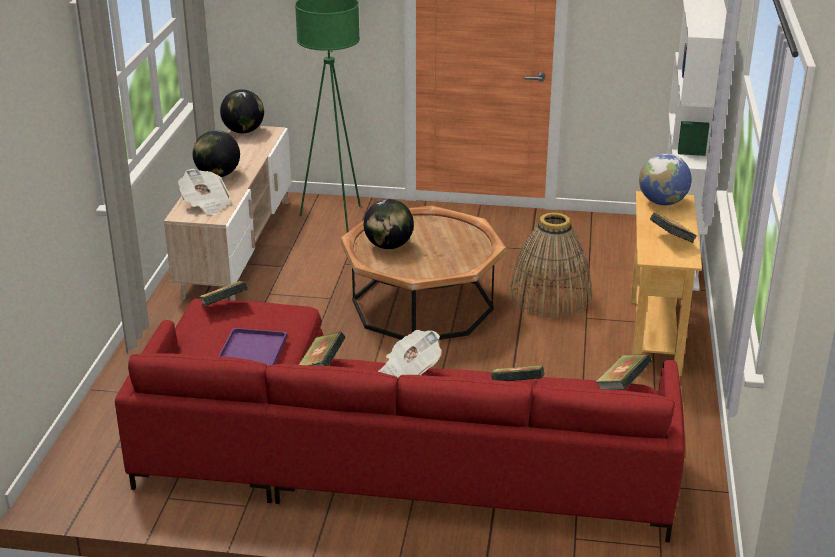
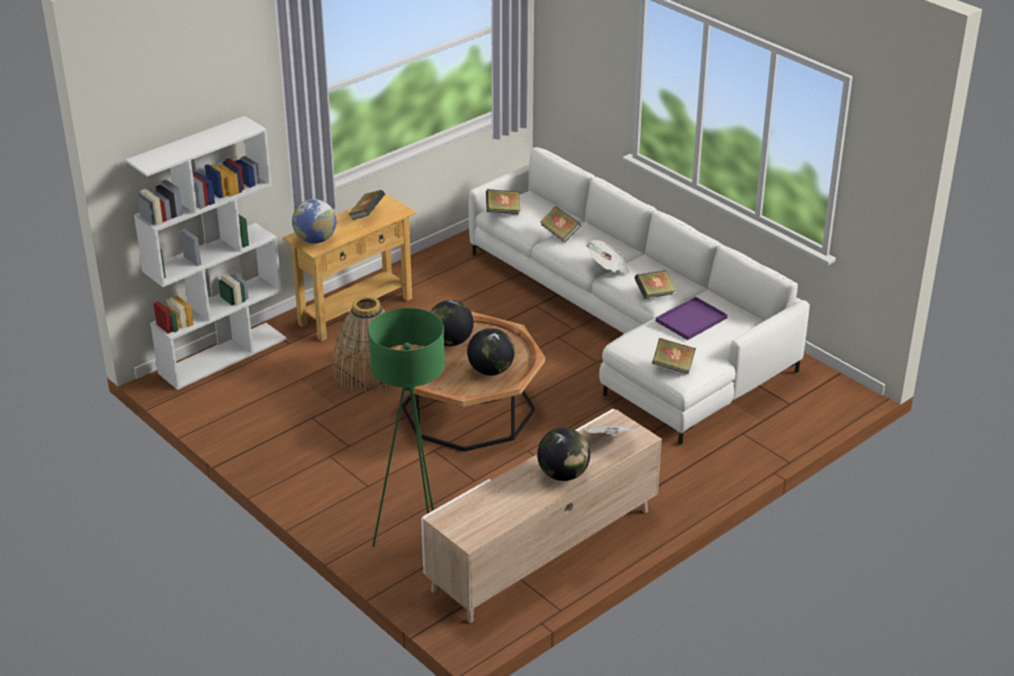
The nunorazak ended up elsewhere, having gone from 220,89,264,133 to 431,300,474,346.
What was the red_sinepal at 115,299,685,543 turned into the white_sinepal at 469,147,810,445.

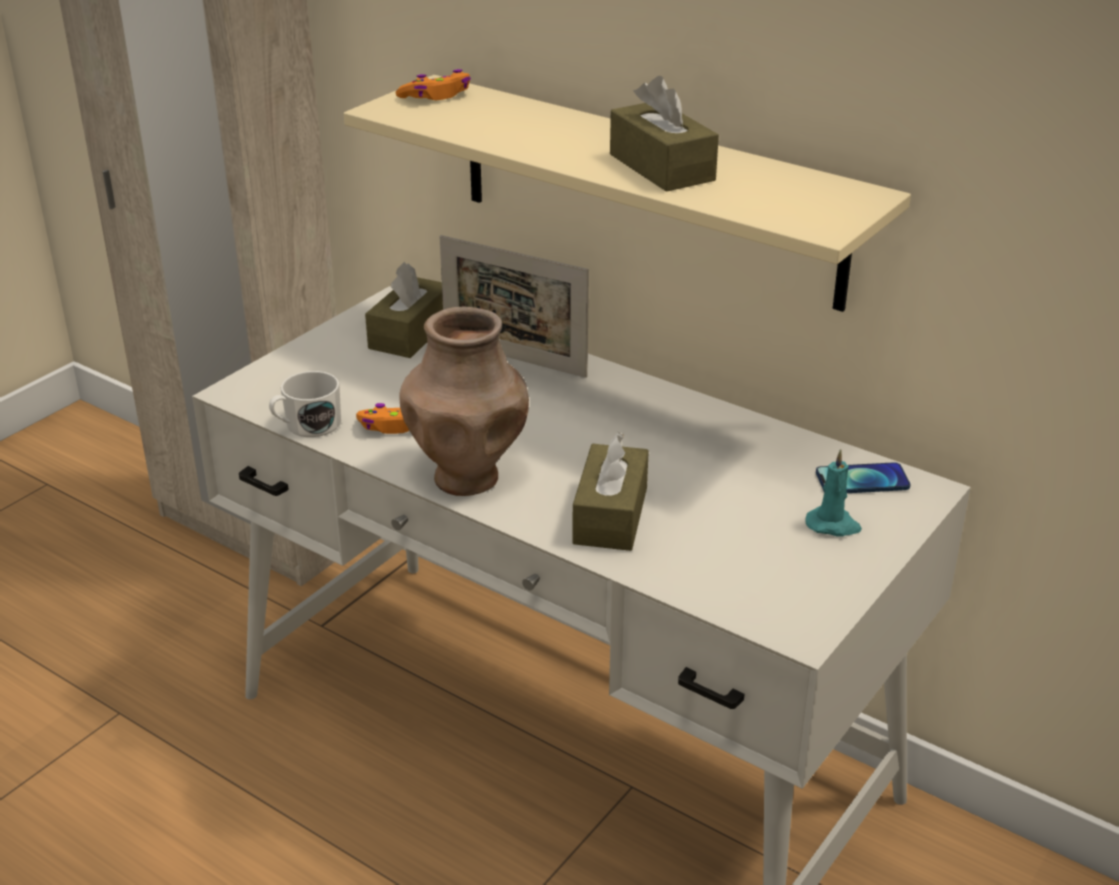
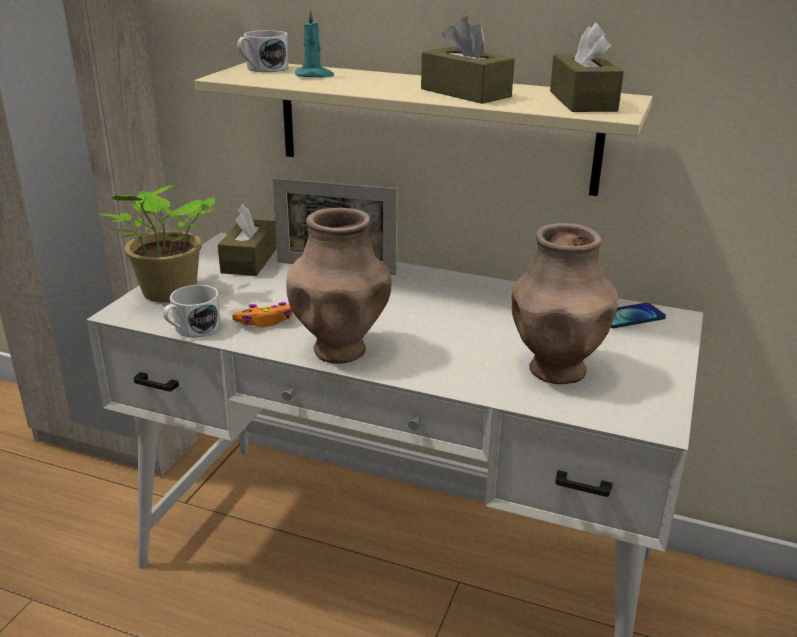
The second view gained the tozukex at 98,185,215,303.
The second view gained the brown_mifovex at 512,223,618,384.
The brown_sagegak ended up elsewhere, having gone from 572,432,649,551 to 550,23,624,112.
The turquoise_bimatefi ended up elsewhere, having gone from 805,449,862,537 to 295,9,334,78.
Where the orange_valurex stood at 395,69,471,100, the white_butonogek came to stand at 237,30,288,72.

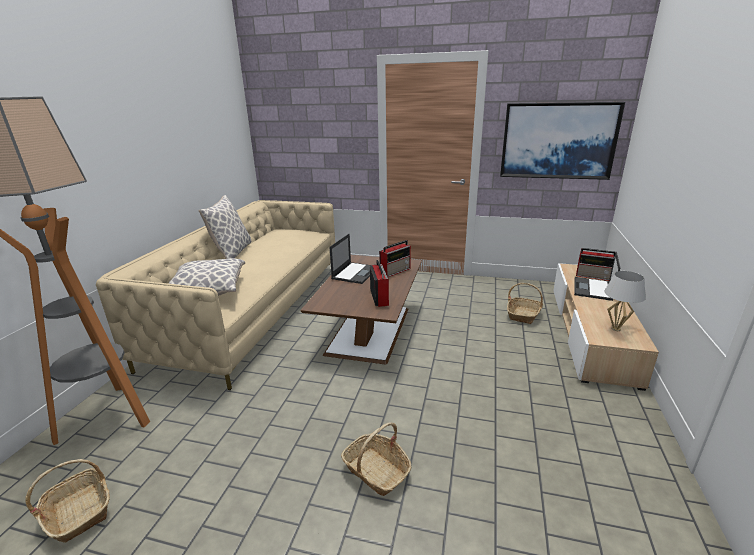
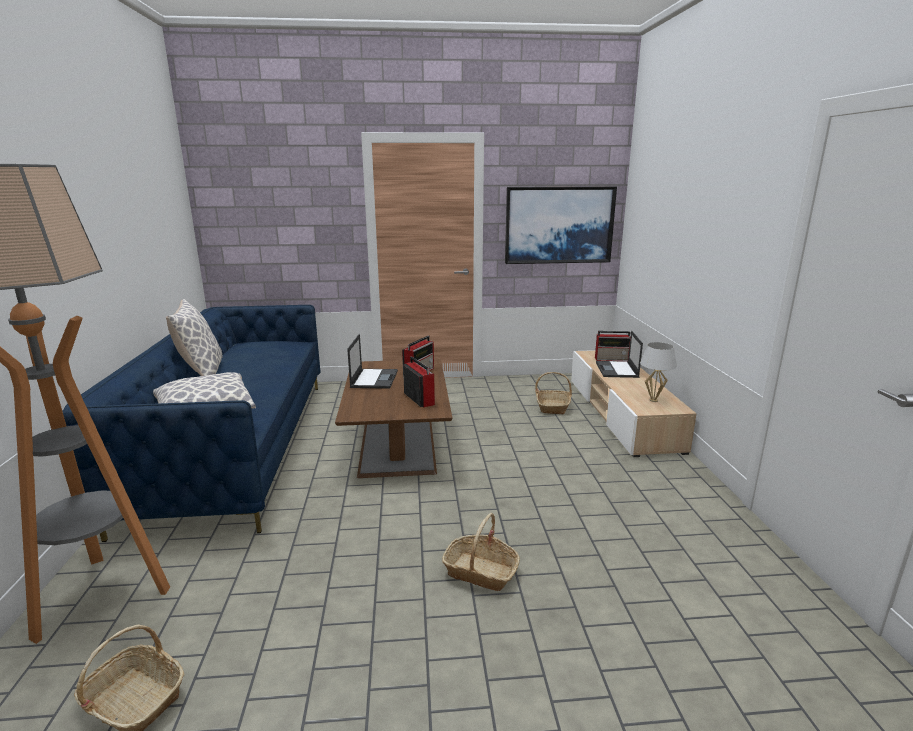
What was the beige_sinepal at 96,200,335,390 turned into the blue_sinepal at 62,305,321,542.

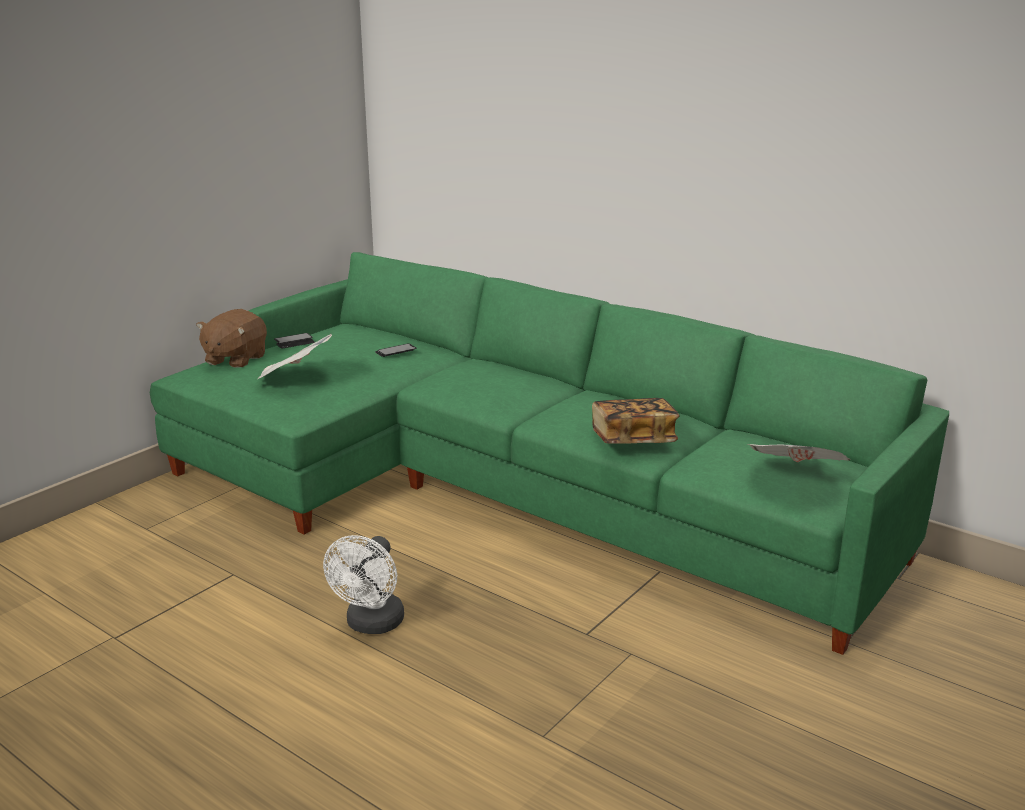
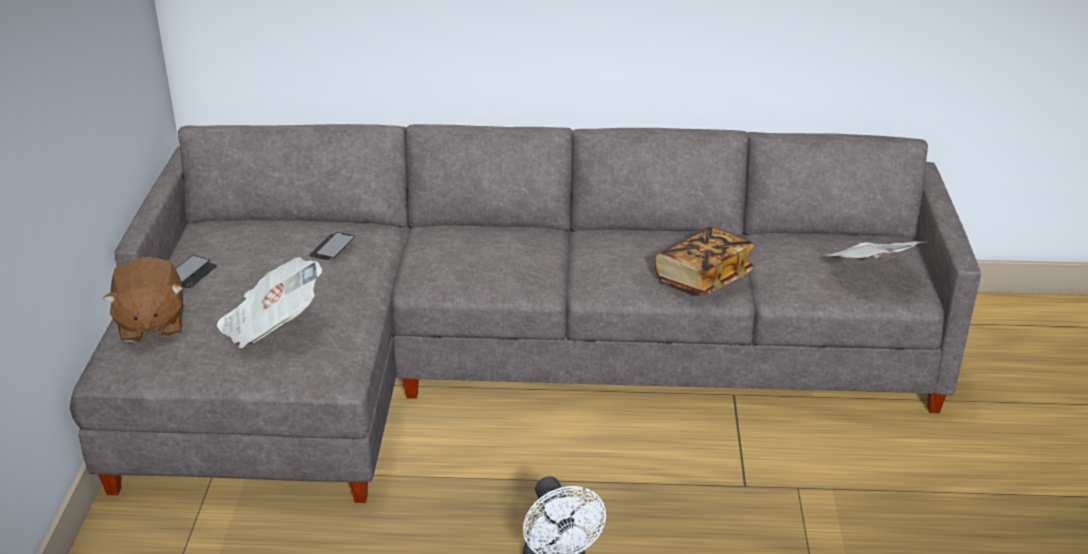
What was the green_sinepal at 150,252,949,655 turned into the grey_sinepal at 70,124,981,503.

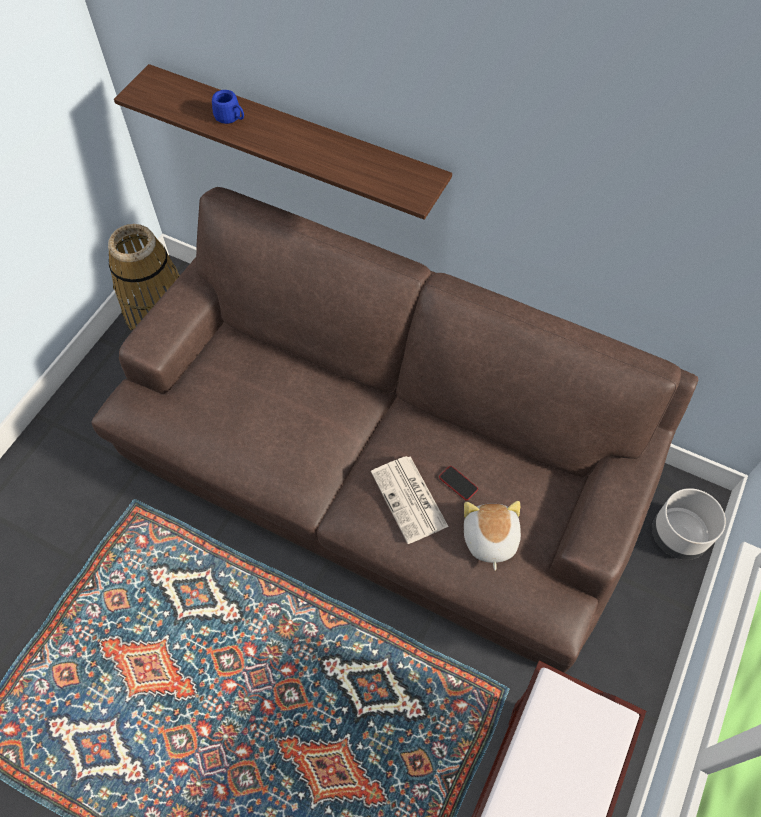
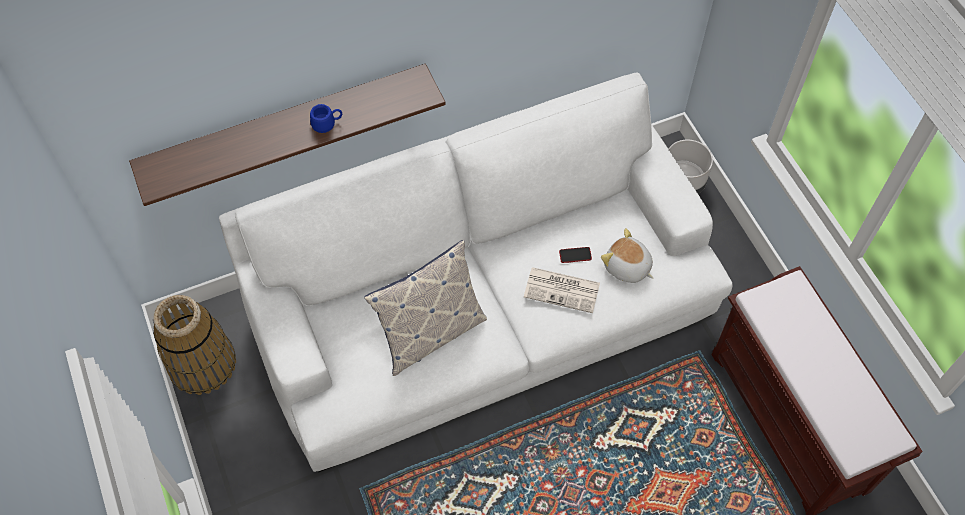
The second view gained the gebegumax at 364,240,487,376.
The blue_butonogek ended up elsewhere, having gone from 212,90,244,124 to 310,104,342,133.
What was the brown_sinepal at 91,187,698,673 turned into the white_sinepal at 219,72,732,473.

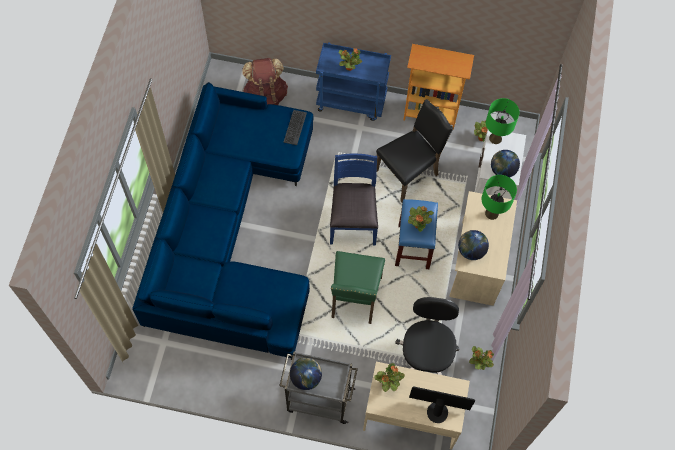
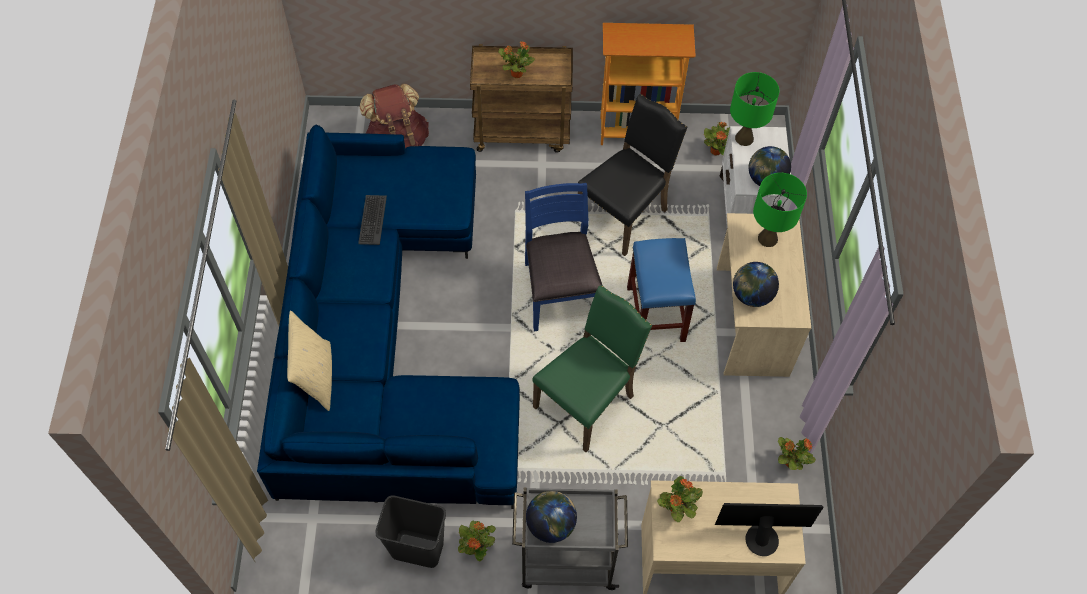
The second view lost the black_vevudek at 395,297,459,375.
The second view gained the beige_gebegumax at 287,310,332,411.
The second view gained the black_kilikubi at 375,495,446,568.
The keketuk ended up elsewhere, having gone from 283,110,307,145 to 358,195,387,245.
The tozukex ended up elsewhere, having gone from 408,206,434,232 to 458,520,496,561.
What was the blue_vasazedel at 316,42,391,121 turned into the brown_vasazedel at 470,44,573,153.
The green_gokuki at 331,251,385,324 ended up facing another way, 135 degrees counterclockwise from before.

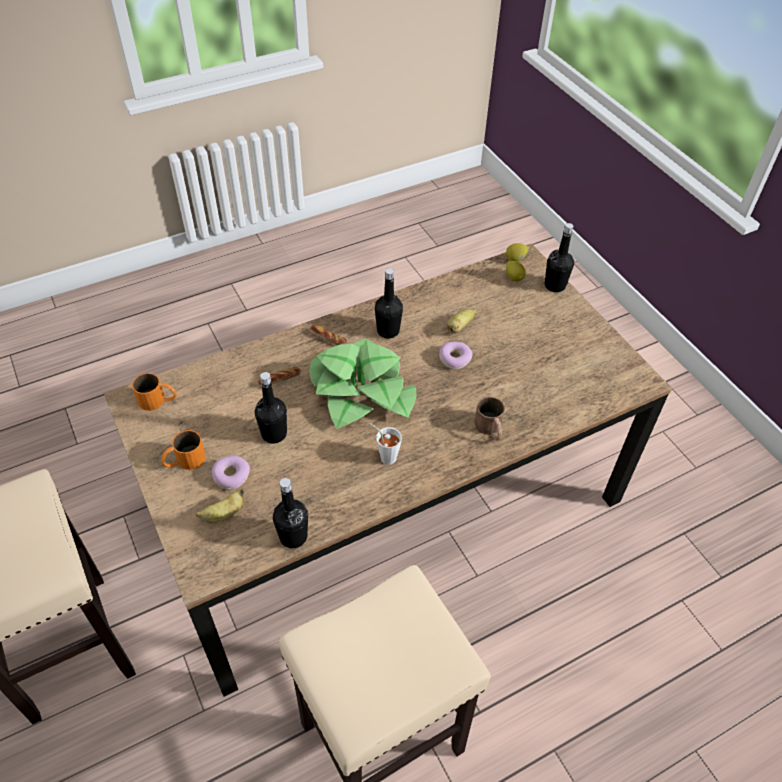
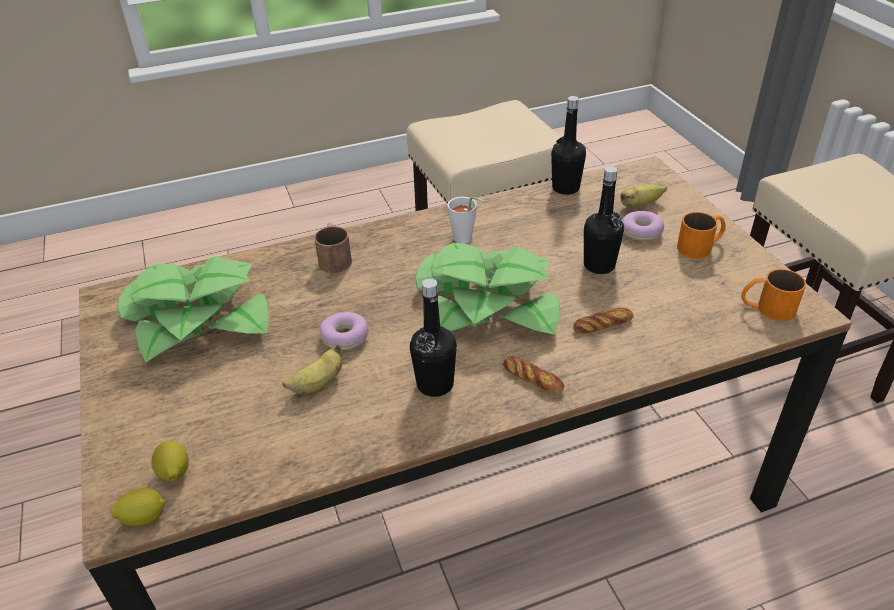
The second view lost the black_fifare at 545,223,574,292.
The second view gained the tozukex at 117,256,269,363.

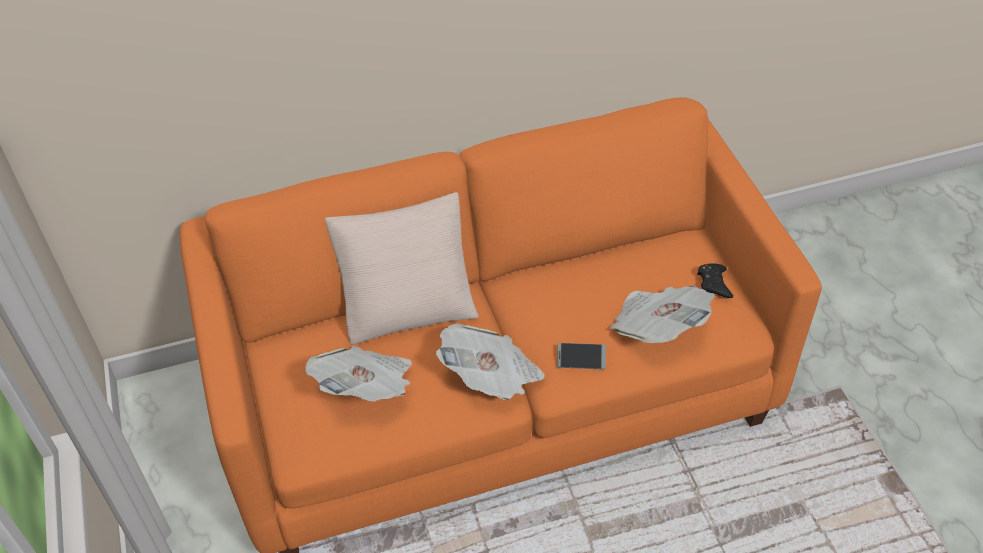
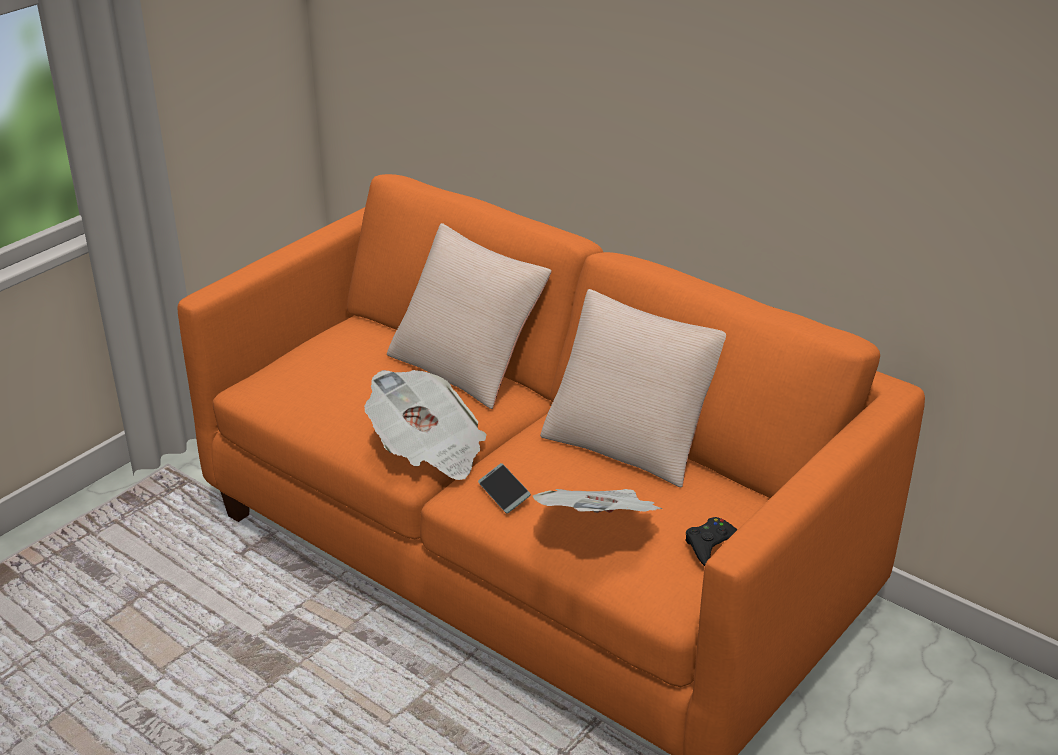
The second view lost the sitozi at 305,346,412,401.
The second view gained the beige_gebegumax at 540,289,726,488.

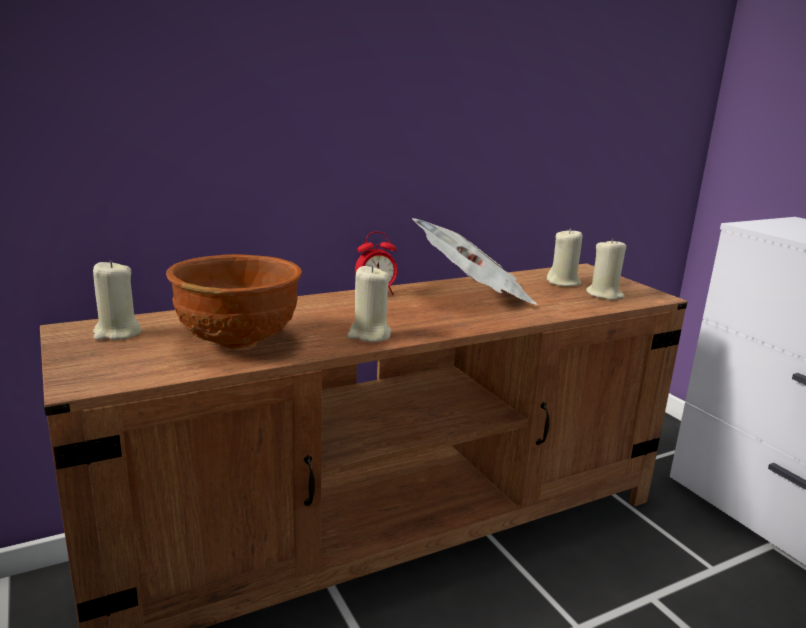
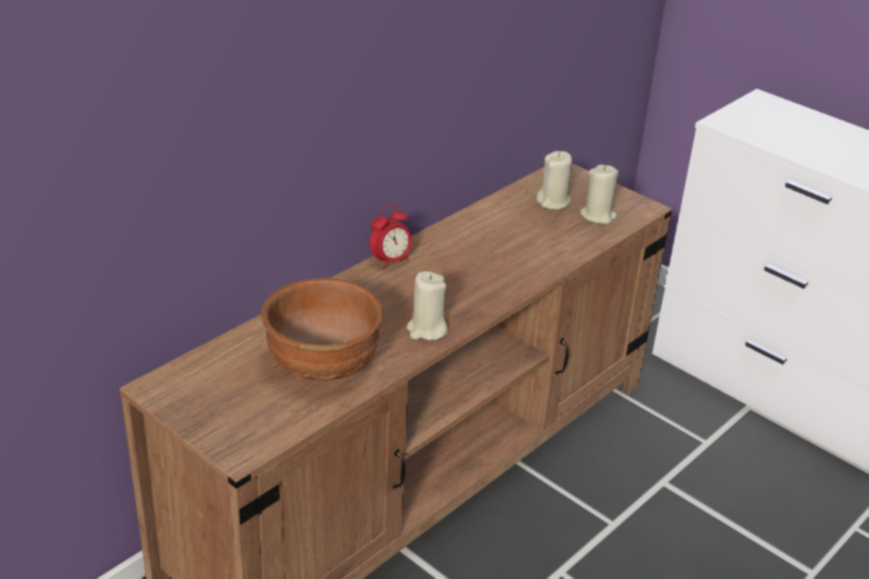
The second view lost the beige_bimatefi at 93,260,141,340.
The second view lost the sitozi at 412,218,539,305.

